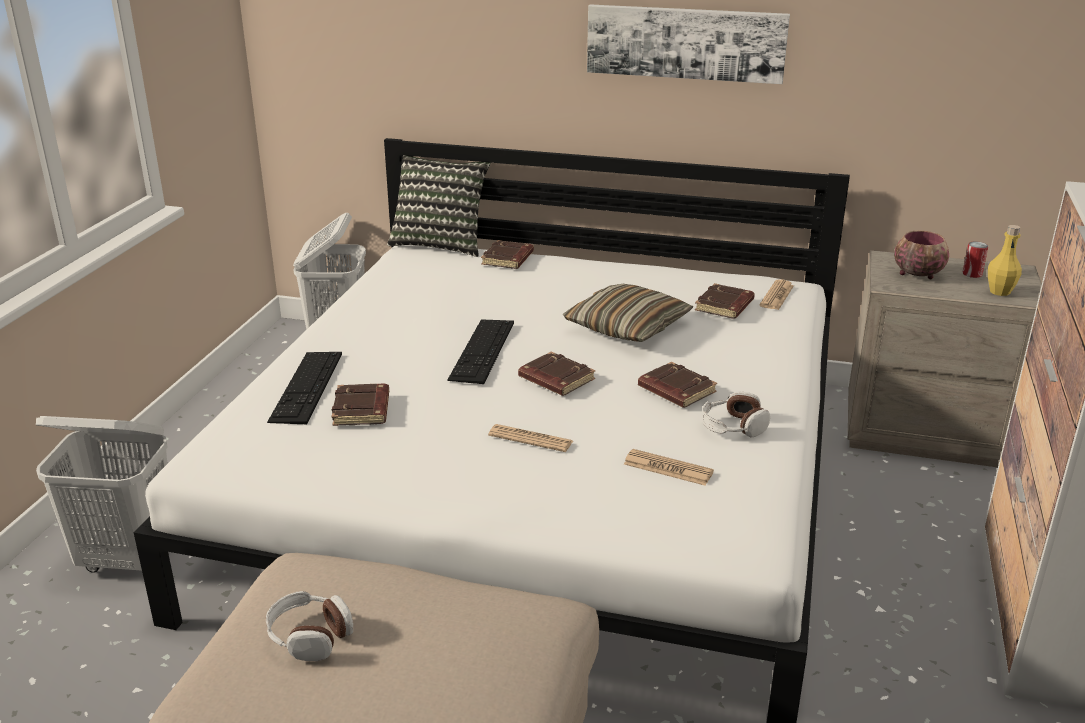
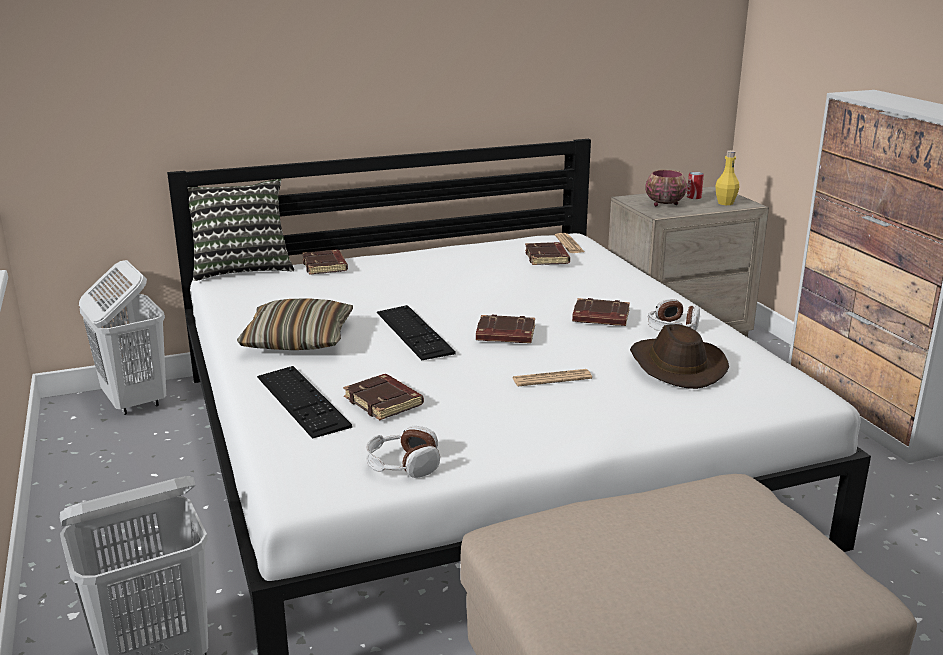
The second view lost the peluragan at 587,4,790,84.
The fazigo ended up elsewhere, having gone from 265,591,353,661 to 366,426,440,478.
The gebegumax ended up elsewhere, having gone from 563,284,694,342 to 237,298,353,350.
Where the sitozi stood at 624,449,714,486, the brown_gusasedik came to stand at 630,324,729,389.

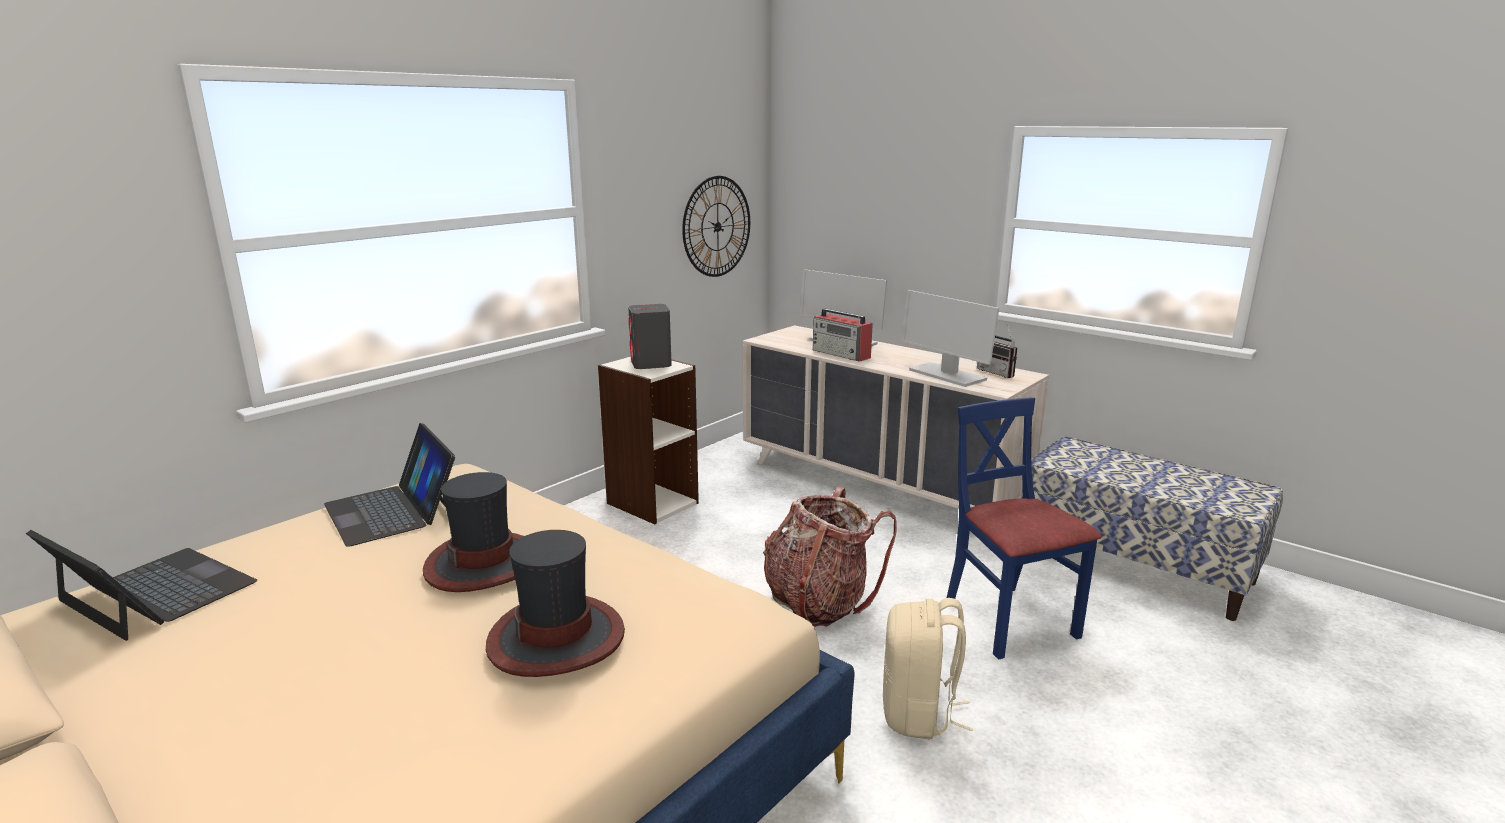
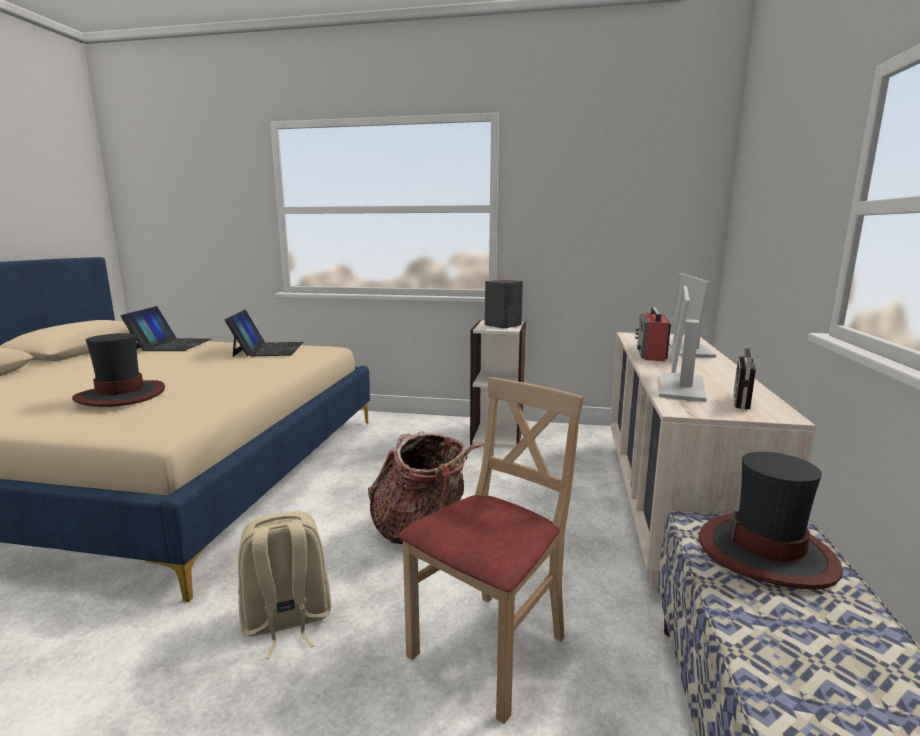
The second view lost the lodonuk at 682,176,750,277.
The gusasedik ended up elsewhere, having gone from 423,472,524,592 to 699,452,843,589.
What was the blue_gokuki at 947,397,1102,659 turned into the beige_gokuki at 398,377,584,724.
The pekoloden at 324,423,455,547 ended up facing another way, 150 degrees clockwise from before.

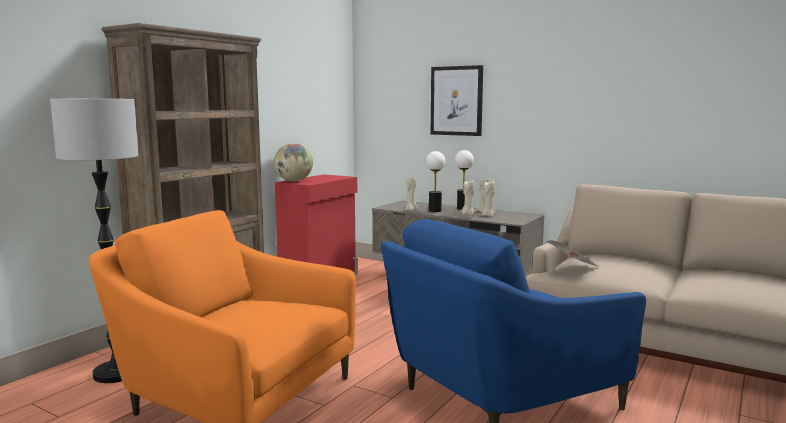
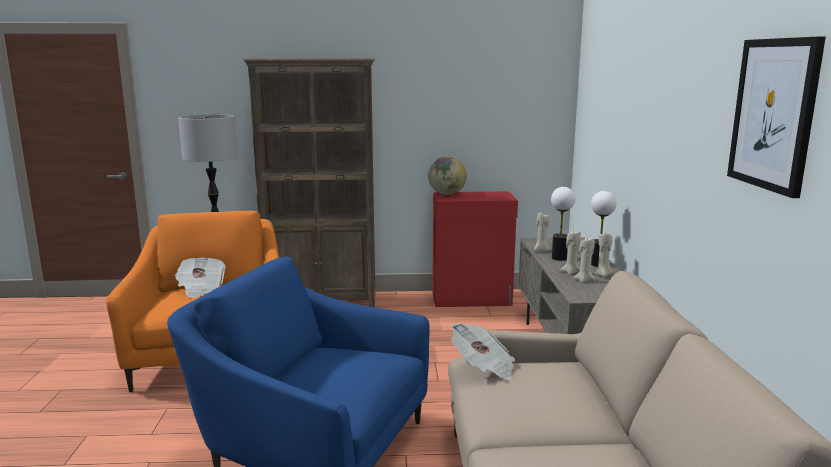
The second view gained the sitozi at 175,258,226,298.
The peluragan ended up elsewhere, having gone from 431,65,483,136 to 727,37,826,198.

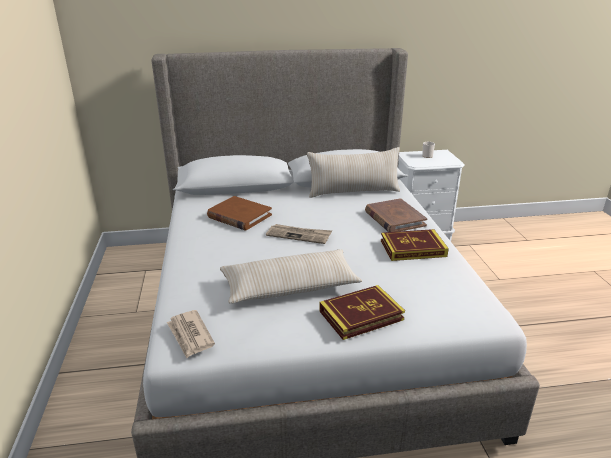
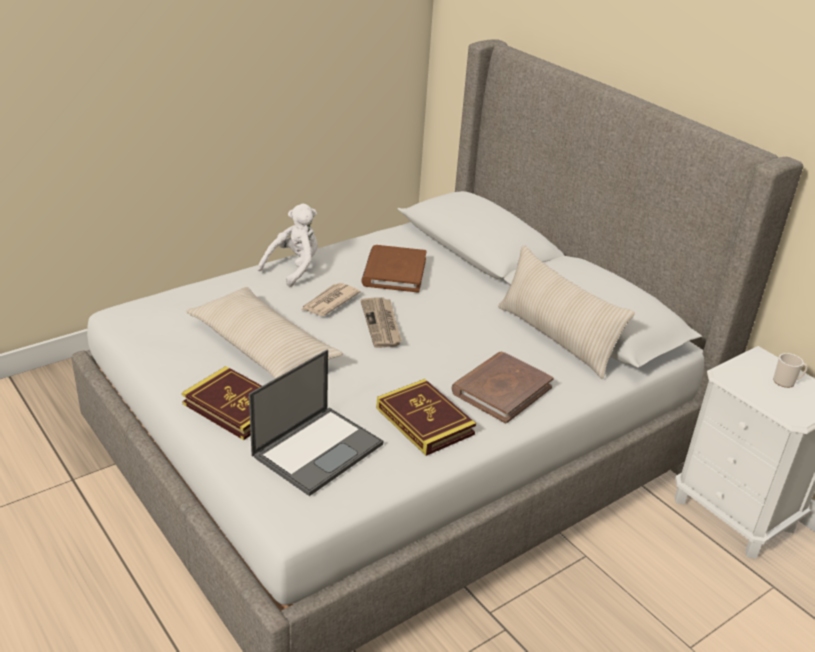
The second view gained the pekoloden at 249,350,383,496.
The second view gained the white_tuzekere at 257,203,318,287.
The sitozi ended up elsewhere, having gone from 167,310,215,358 to 302,283,360,316.

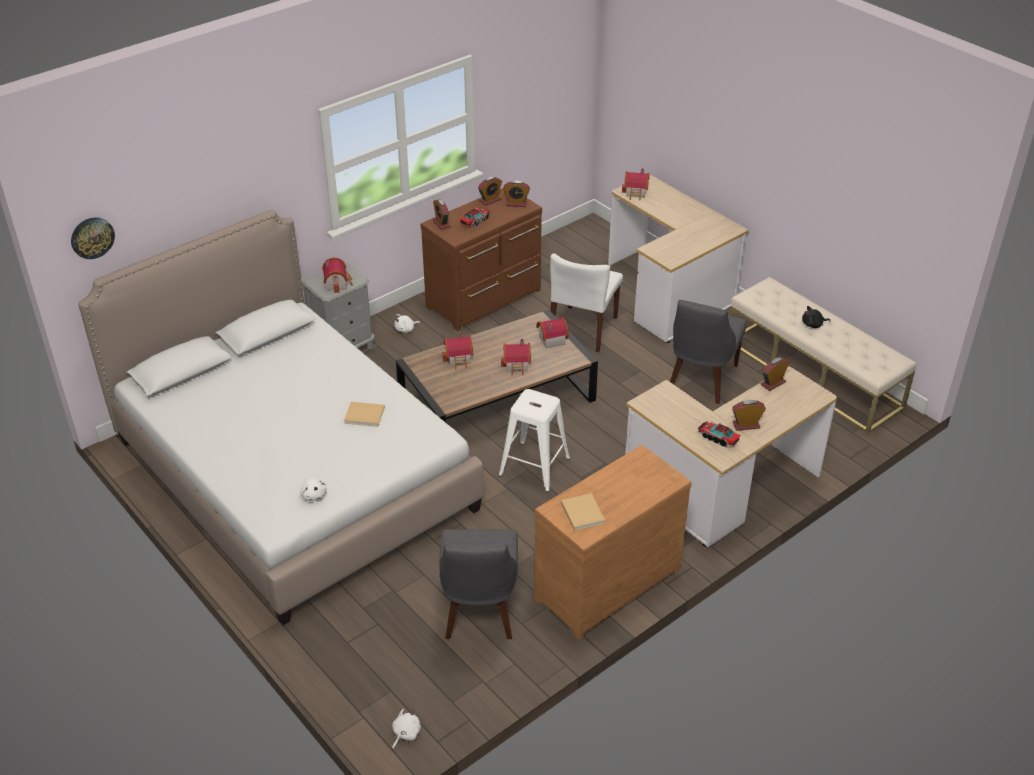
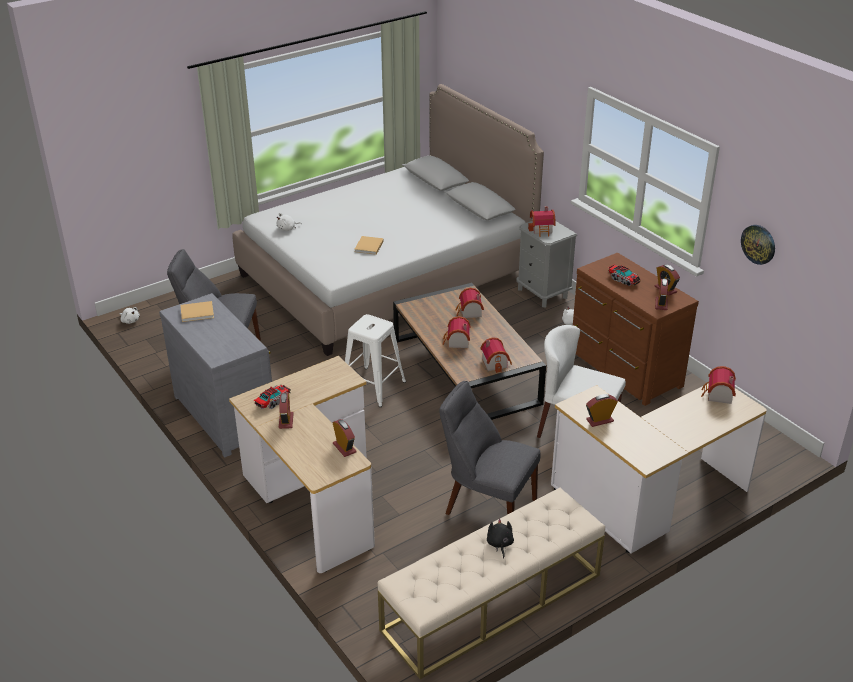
The lodonuk ended up elsewhere, having gone from 71,217,115,259 to 741,225,775,265.
The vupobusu ended up elsewhere, having gone from 433,199,451,230 to 586,394,618,427.
What was the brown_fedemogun at 534,445,692,640 turned into the grey_fedemogun at 159,293,272,457.

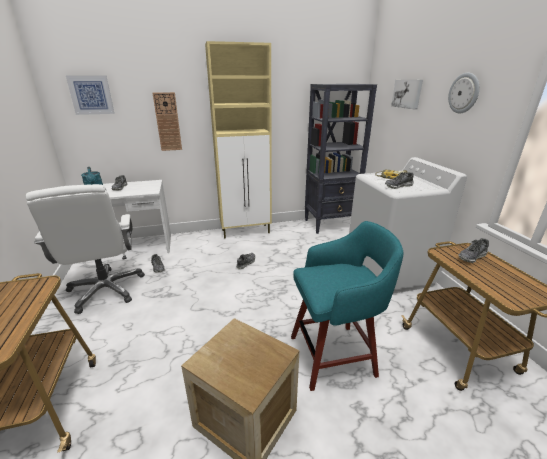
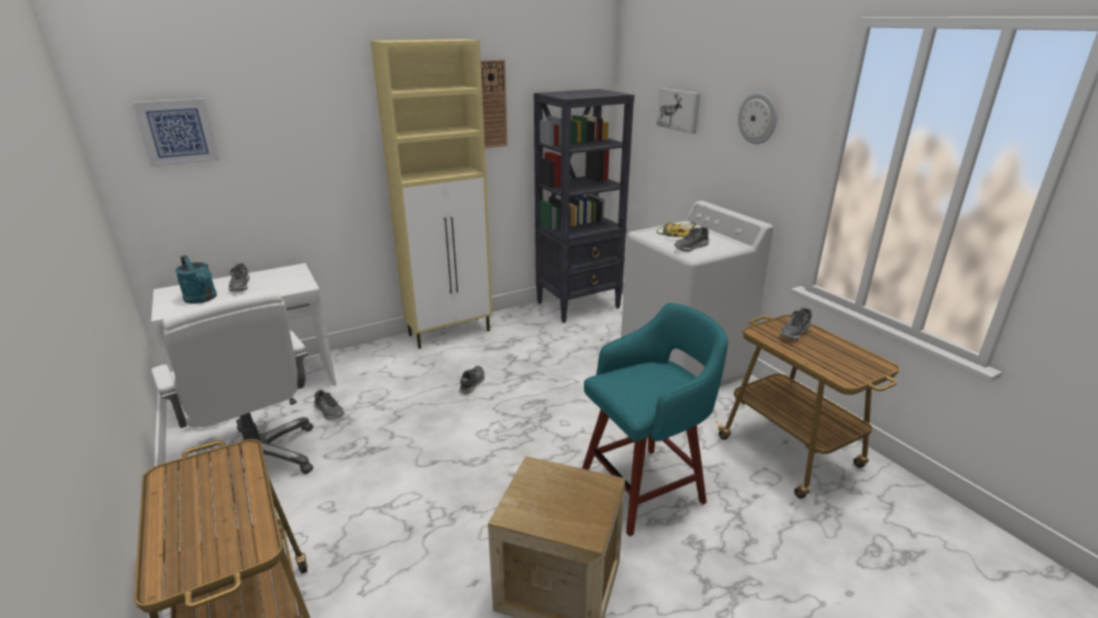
The lodonuk ended up elsewhere, having gone from 153,92,182,151 to 481,60,508,148.

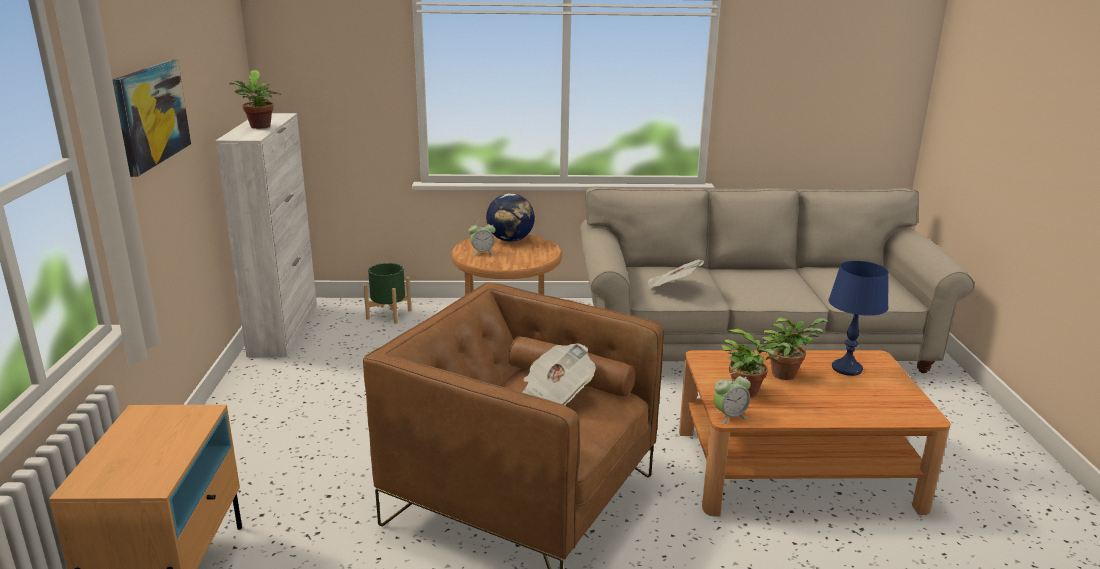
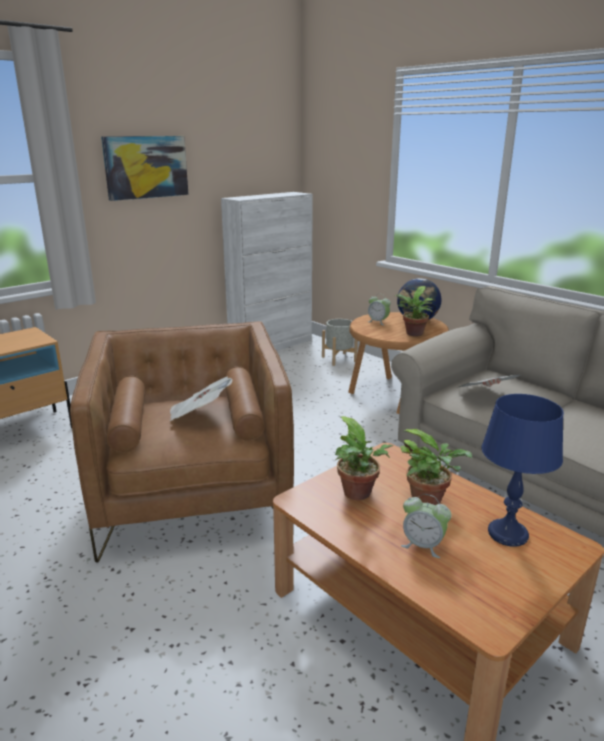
The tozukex ended up elsewhere, having gone from 229,70,281,129 to 395,286,433,336.
The vupobusu ended up elsewhere, having gone from 714,372,751,424 to 401,494,452,558.
What was the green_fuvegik at 363,263,412,324 turned into the grey_fuvegik at 322,319,358,366.

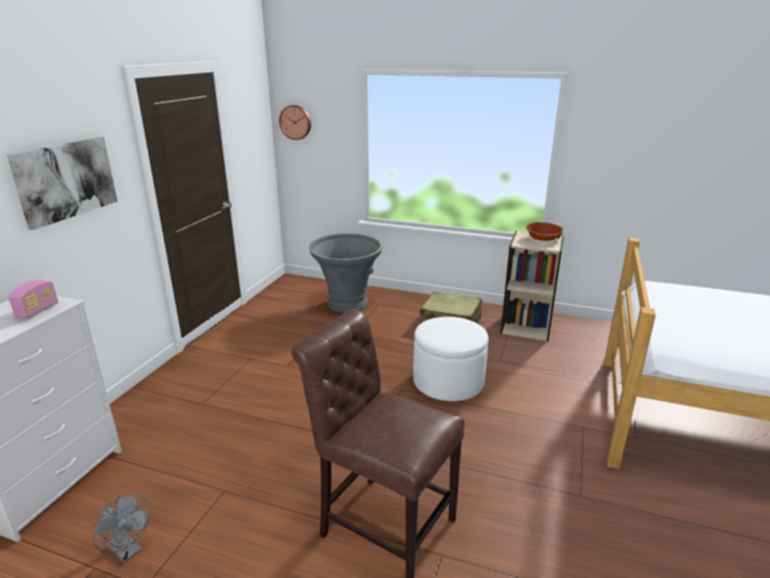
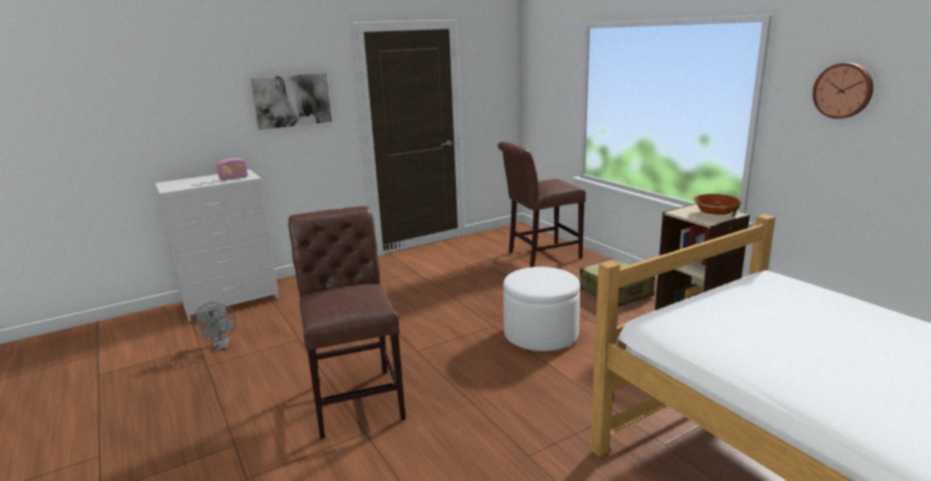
The lodonuk ended up elsewhere, having gone from 279,105,311,140 to 813,63,873,119.
Where the grey_fuvegik stood at 309,233,383,313, the brown_gokuki came to stand at 498,142,586,267.

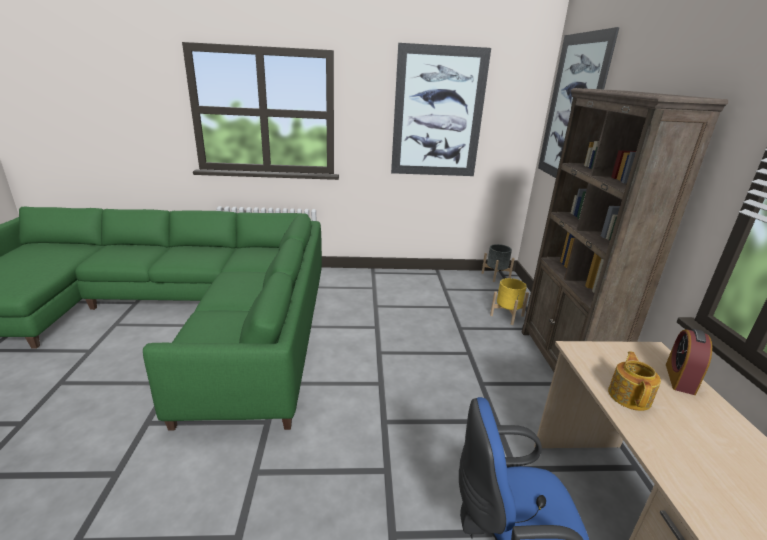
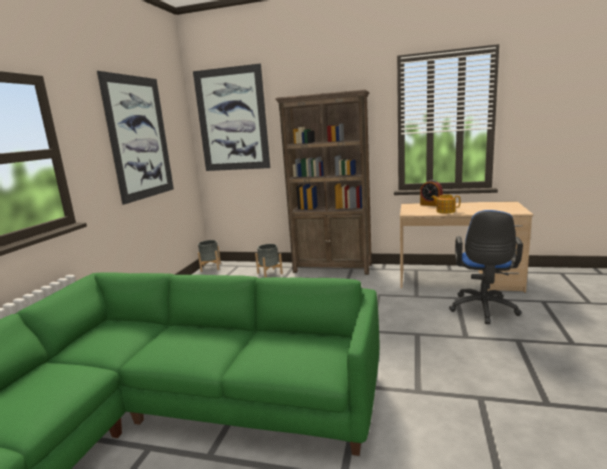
What was the yellow_fuvegik at 490,278,529,325 turned into the grey_fuvegik at 255,244,283,277.

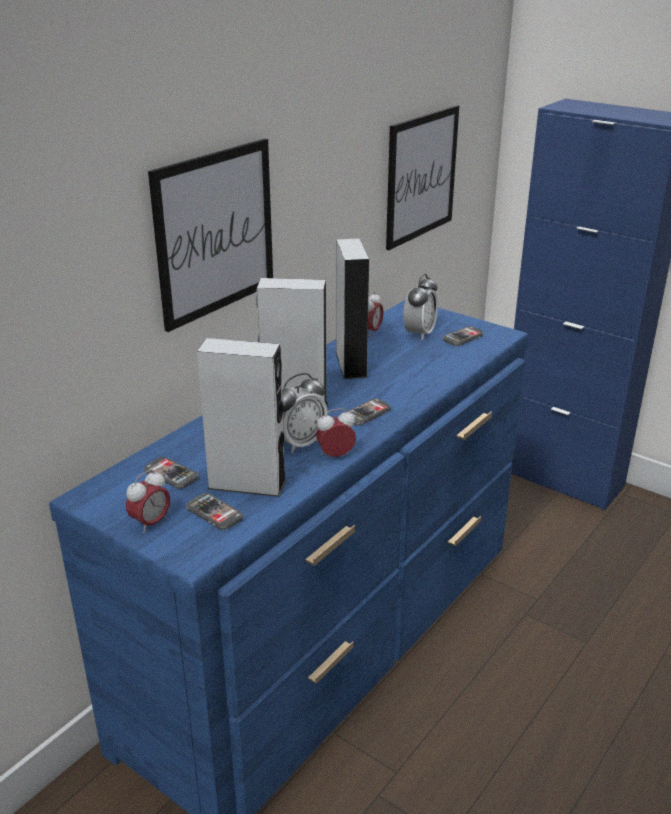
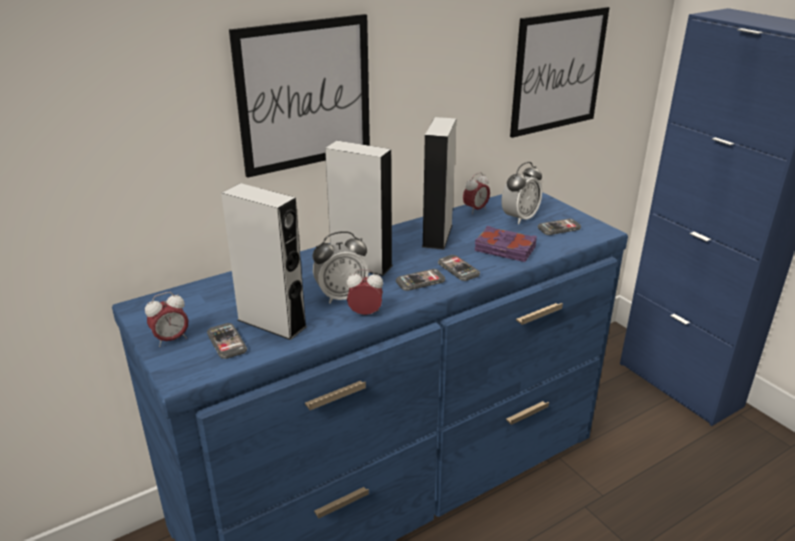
The second view gained the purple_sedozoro at 475,226,537,262.
The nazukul ended up elsewhere, having gone from 144,457,199,489 to 438,255,480,281.

